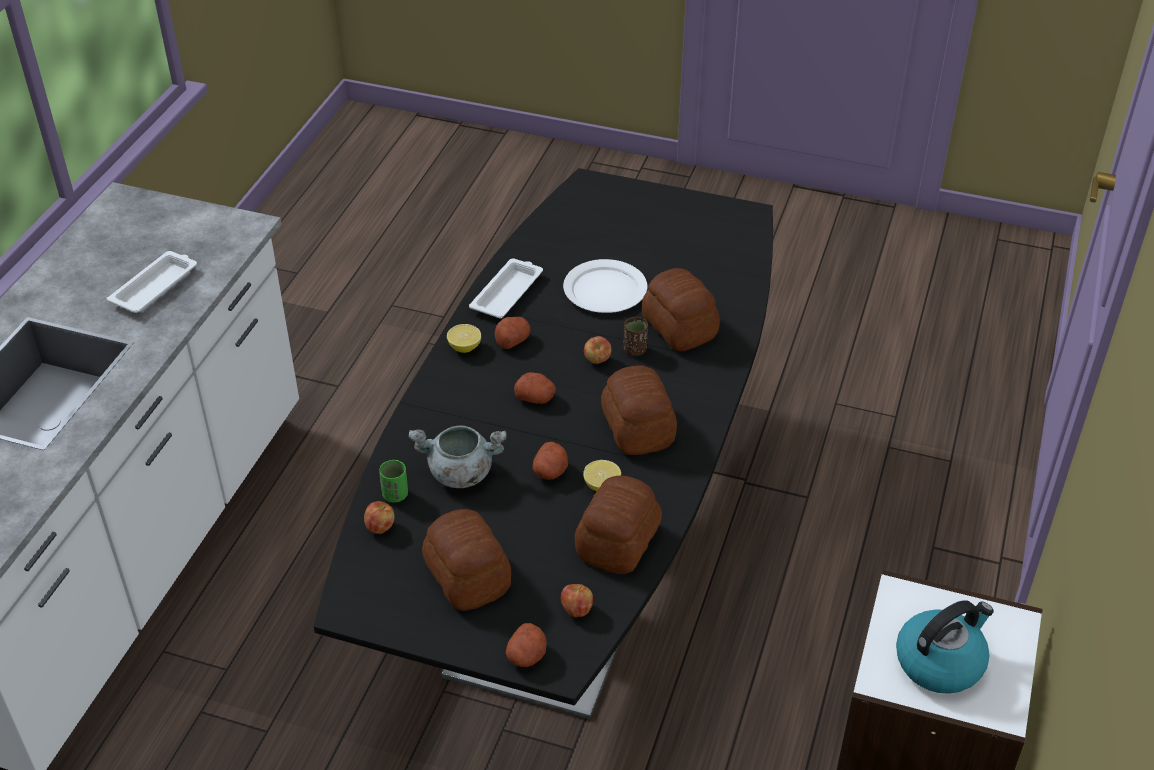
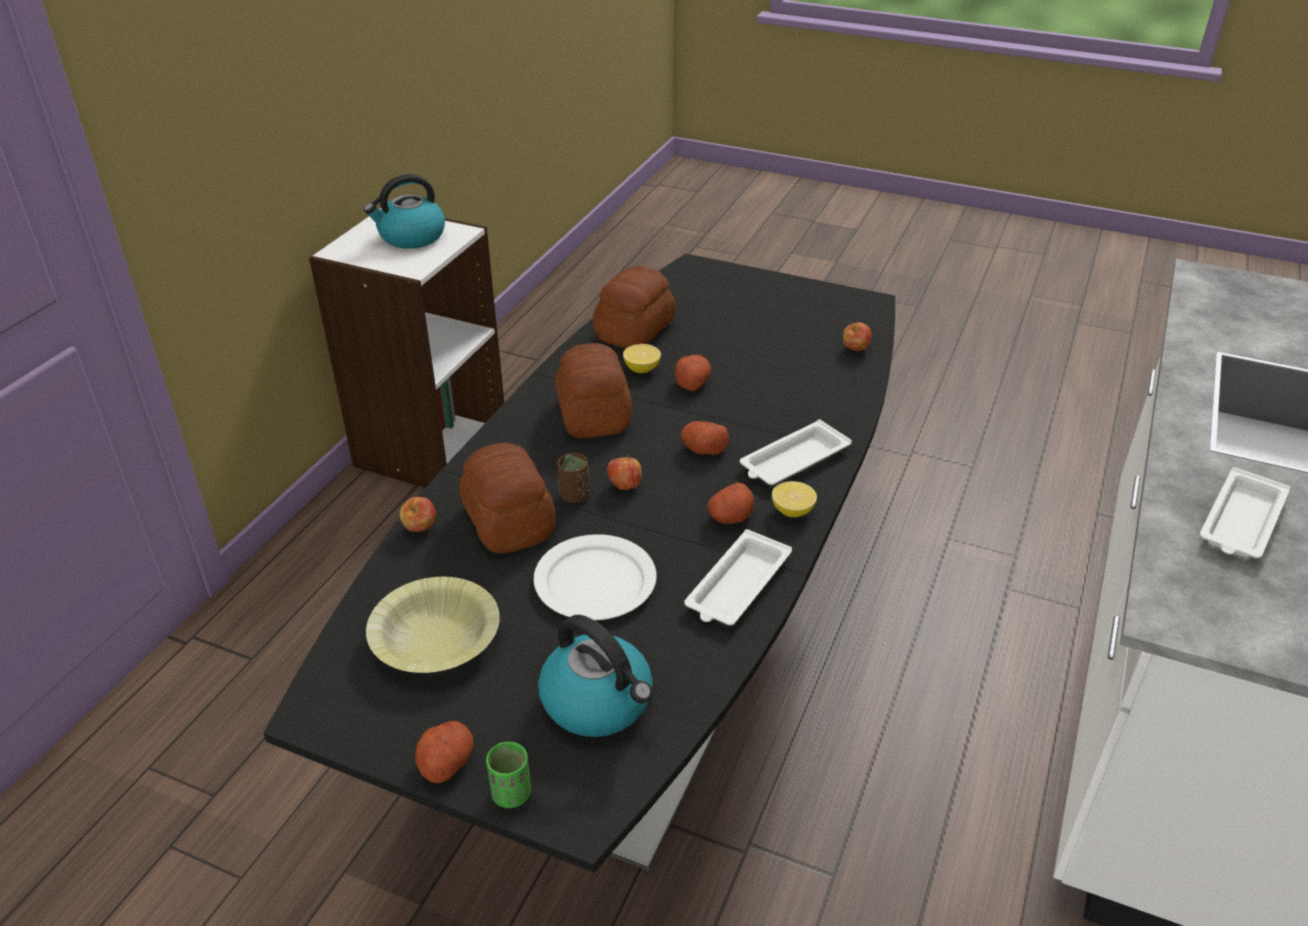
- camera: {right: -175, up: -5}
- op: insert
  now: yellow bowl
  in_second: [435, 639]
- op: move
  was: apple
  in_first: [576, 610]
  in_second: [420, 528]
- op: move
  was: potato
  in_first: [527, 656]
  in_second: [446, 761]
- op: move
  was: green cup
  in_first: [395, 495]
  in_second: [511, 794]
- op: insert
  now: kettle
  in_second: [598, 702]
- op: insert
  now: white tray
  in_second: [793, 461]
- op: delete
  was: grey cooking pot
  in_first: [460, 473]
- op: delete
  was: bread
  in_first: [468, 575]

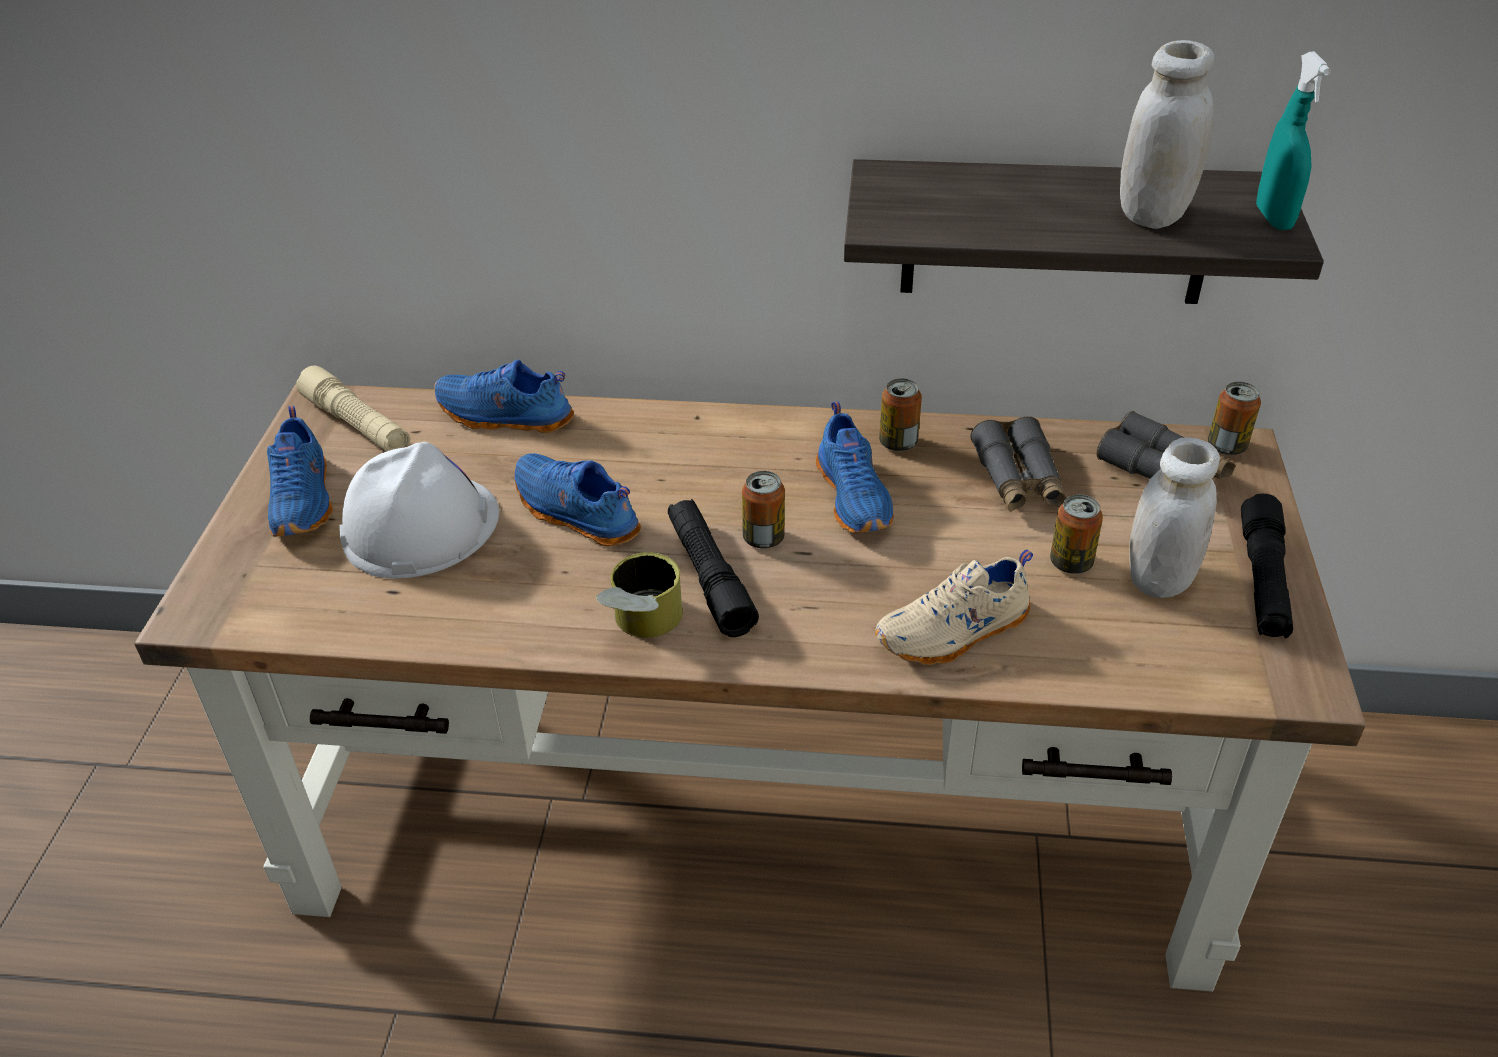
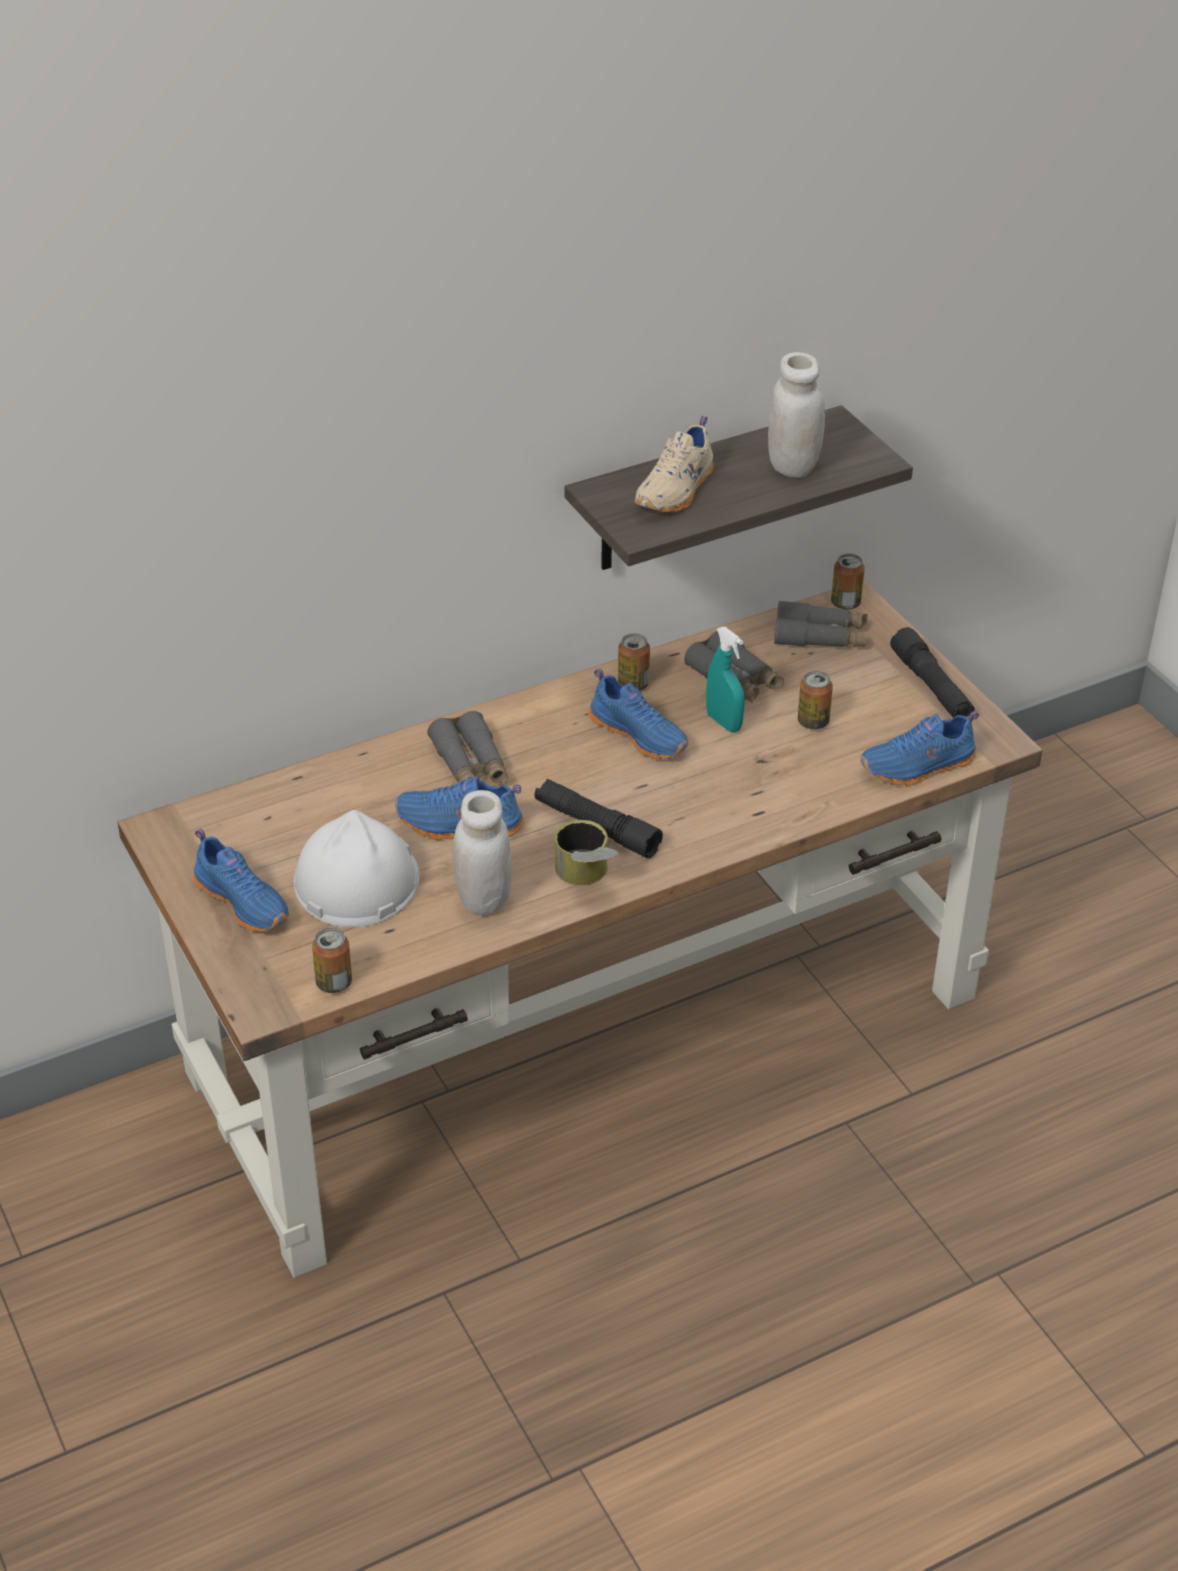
- camera: {right: -35, up: 0}
- op: move
  was: can
  in_first: [763, 538]
  in_second: [334, 983]
- op: insert
  now: grey binoculars
  in_second: [470, 764]
- op: move
  was: white jar
  in_first: [1159, 578]
  in_second: [483, 899]
- op: move
  was: beige shoe
  in_first: [954, 633]
  in_second: [677, 491]
- op: move
  was: turquoise spray bottle
  in_first: [1273, 218]
  in_second: [724, 722]
- op: move
  was: blue shoe
  in_first: [504, 417]
  in_second: [918, 767]
- op: delete
  was: beige flashlight
  in_first: [357, 425]

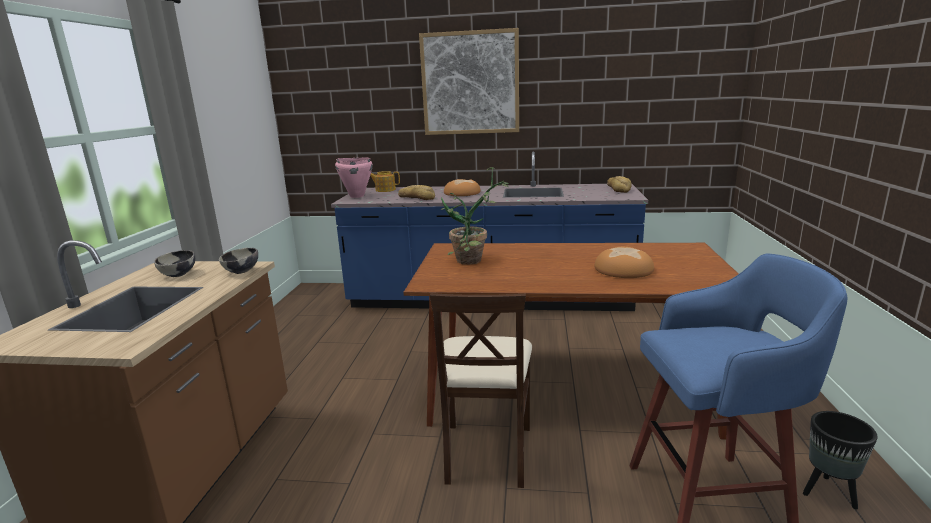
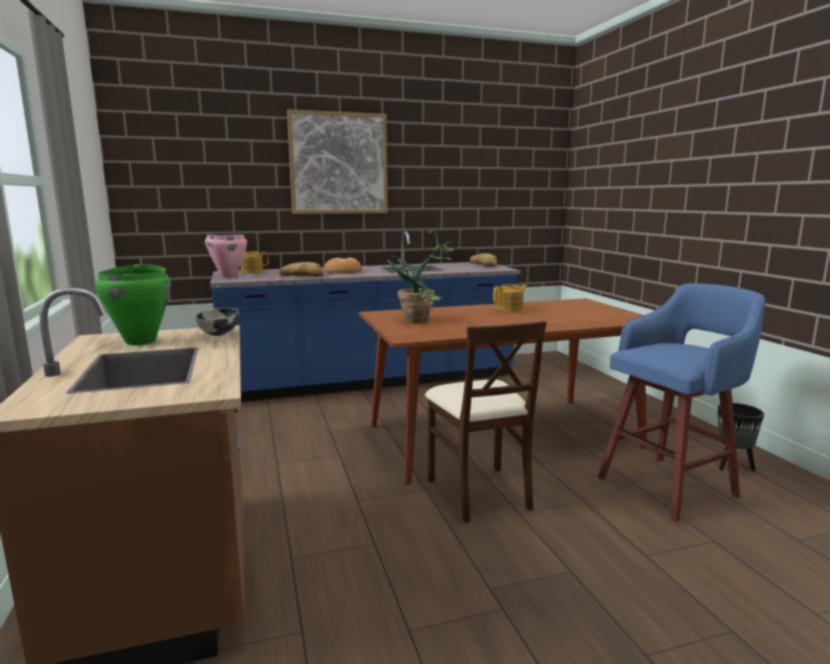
- camera: {right: -25, up: -5}
- op: replace
  was: bowl
  now: green cooking pot
  in_first: [179, 274]
  in_second: [141, 341]
- op: insert
  now: teapot
  in_second: [510, 309]
- op: delete
  was: bread
  in_first: [623, 269]

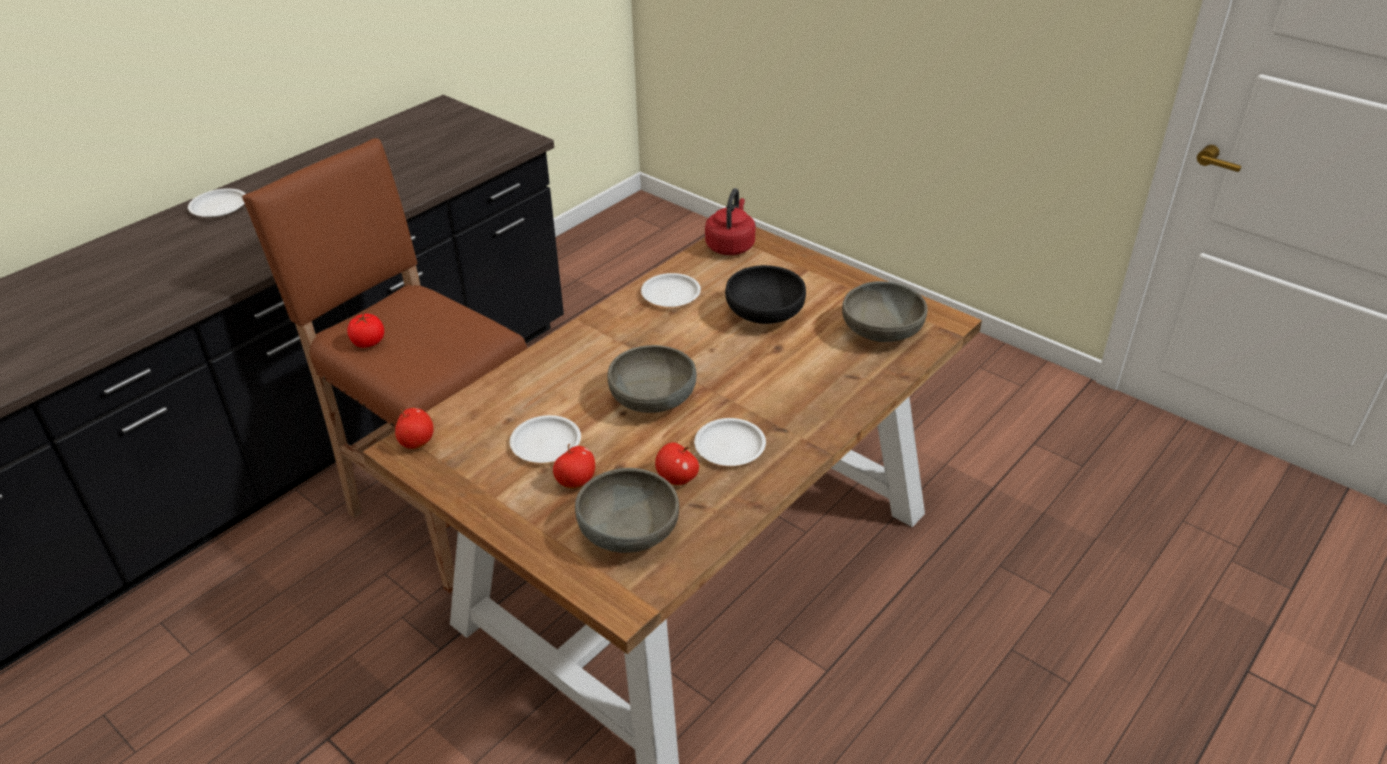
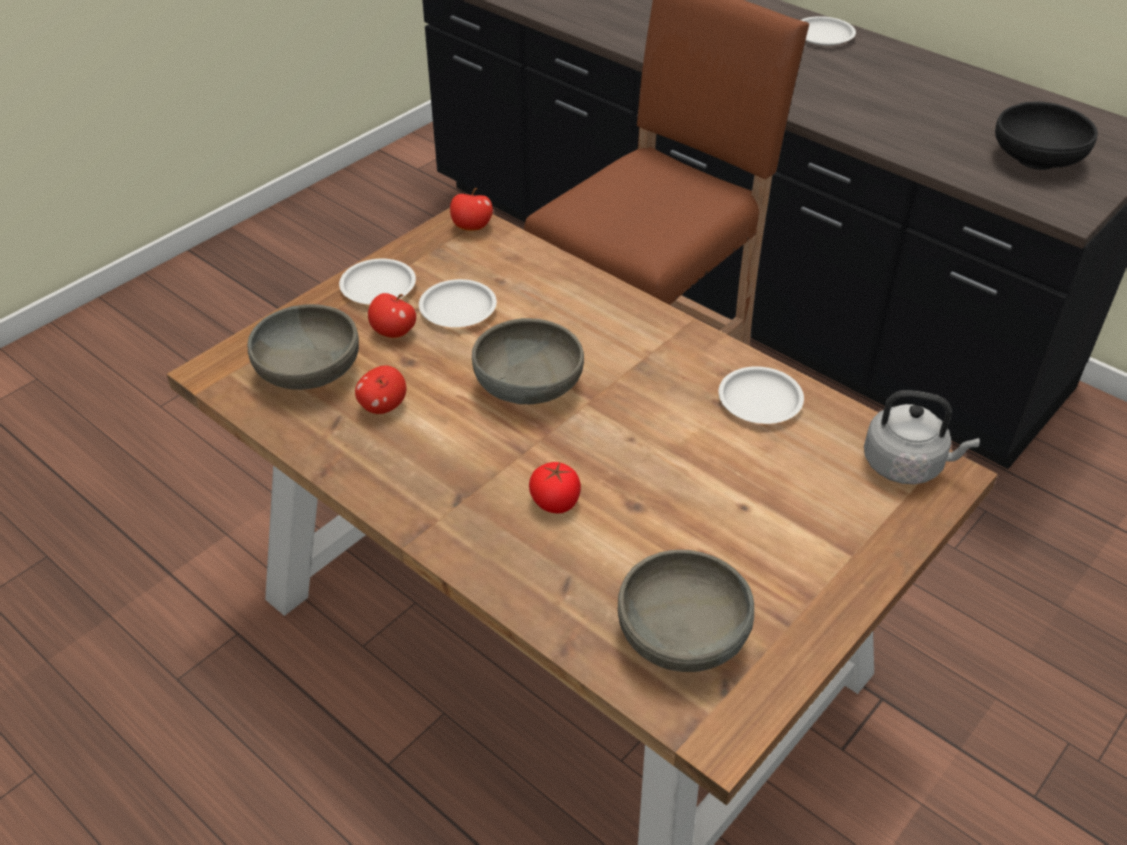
- camera: {right: 90, up: 5}
- op: move
  was: white plate
  in_first: [730, 446]
  in_second: [378, 287]
- op: move
  was: tomato
  in_first: [368, 343]
  in_second: [555, 502]
- op: recolor
  was: red kettle
  now: grey kettle
  in_first: [731, 245]
  in_second: [907, 465]
- op: move
  was: black bowl
  in_first: [765, 314]
  in_second: [1037, 159]

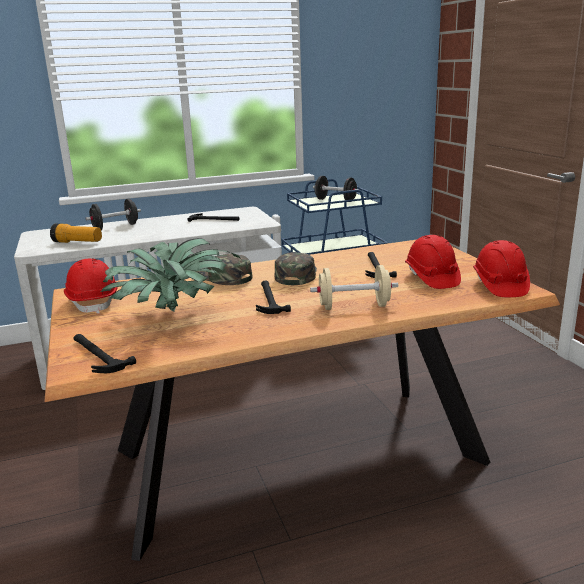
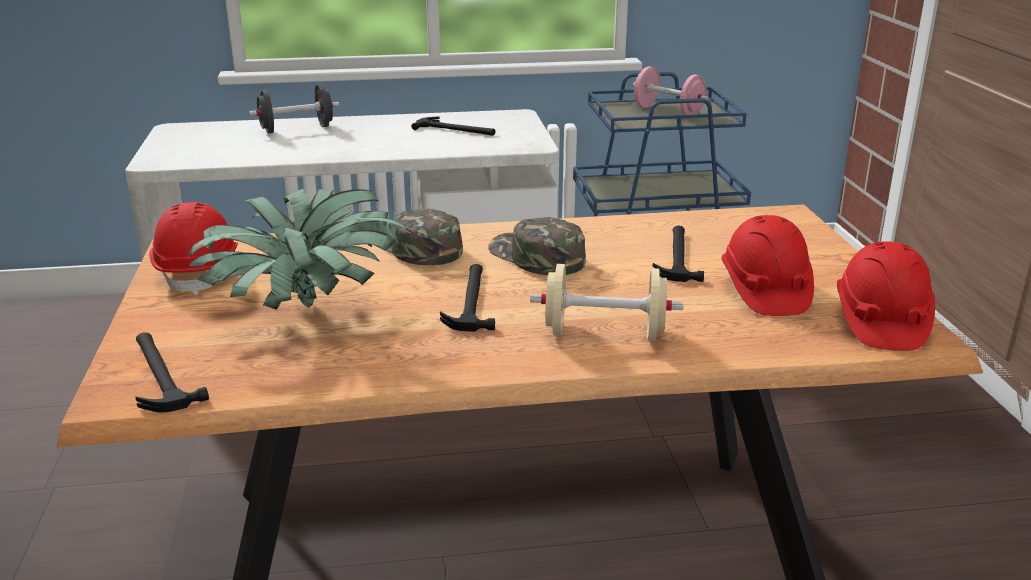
- camera: {right: 10, up: 5}
- op: rotate
  was: green cap
  in_first: [296, 275]
  in_second: [536, 257]
  clockwise: -60
- op: recolor
  was: black dumbbell
  now: pink dumbbell
  in_first: [335, 200]
  in_second: [668, 111]
- op: delete
  was: flashlight
  in_first: [77, 242]

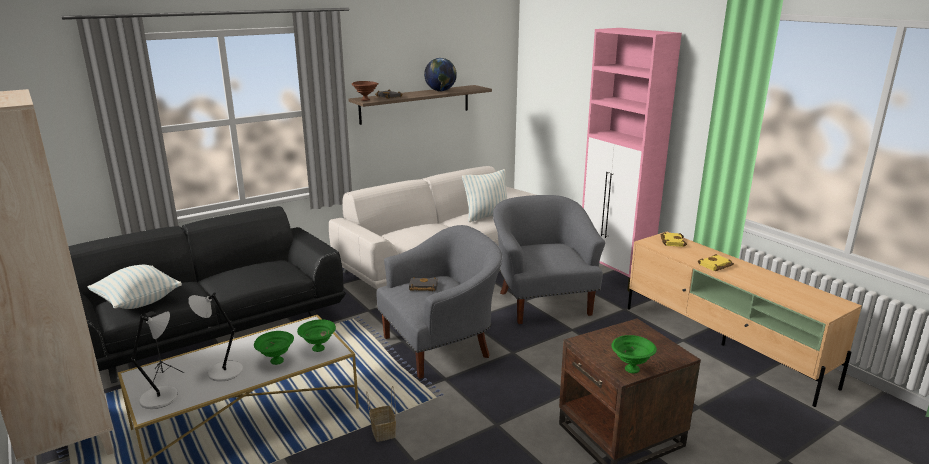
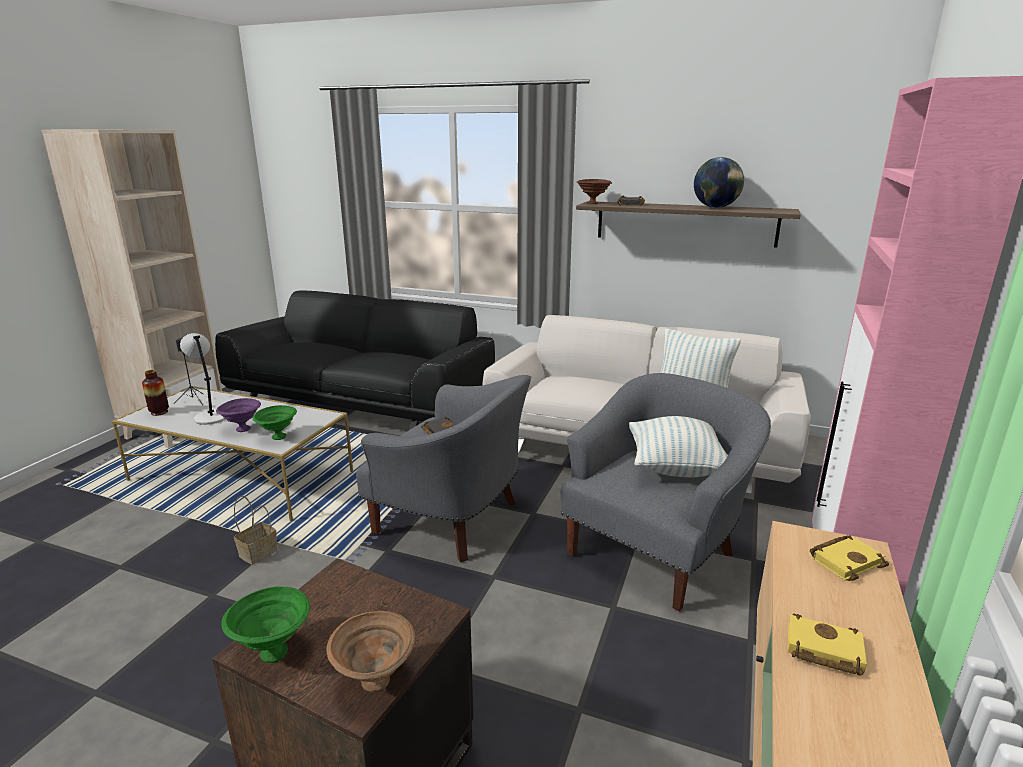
- camera: {right: 55, up: 0}
- op: replace
  was: grey table lamp
  now: vase
  in_first: [161, 397]
  in_second: [159, 412]
- op: recolor
  was: green bowl
  now: purple bowl
  in_first: [276, 361]
  in_second: [242, 429]
- op: insert
  now: brown bowl
  in_second: [376, 683]
- op: move
  was: pillow
  in_first: [138, 302]
  in_second: [675, 467]

